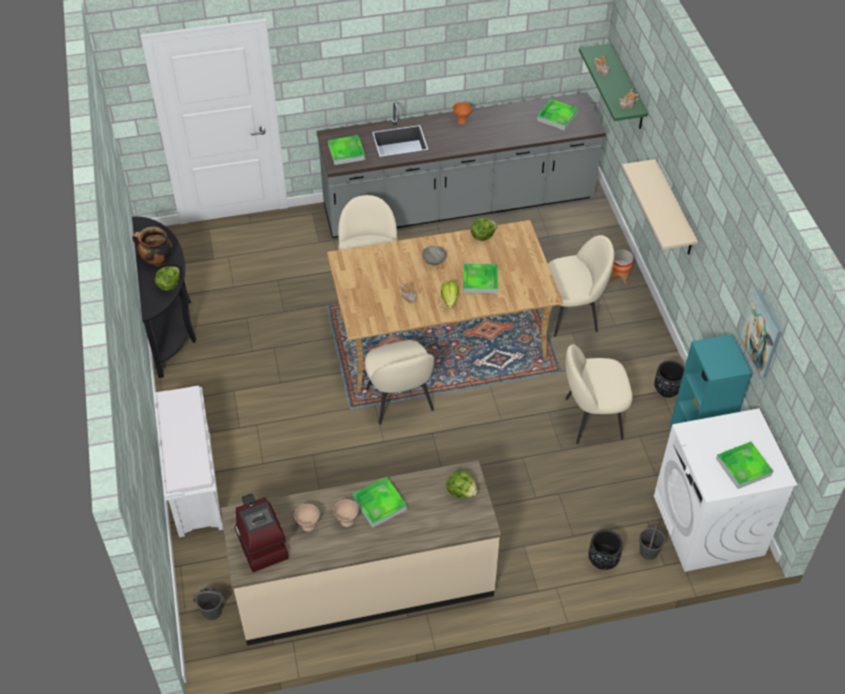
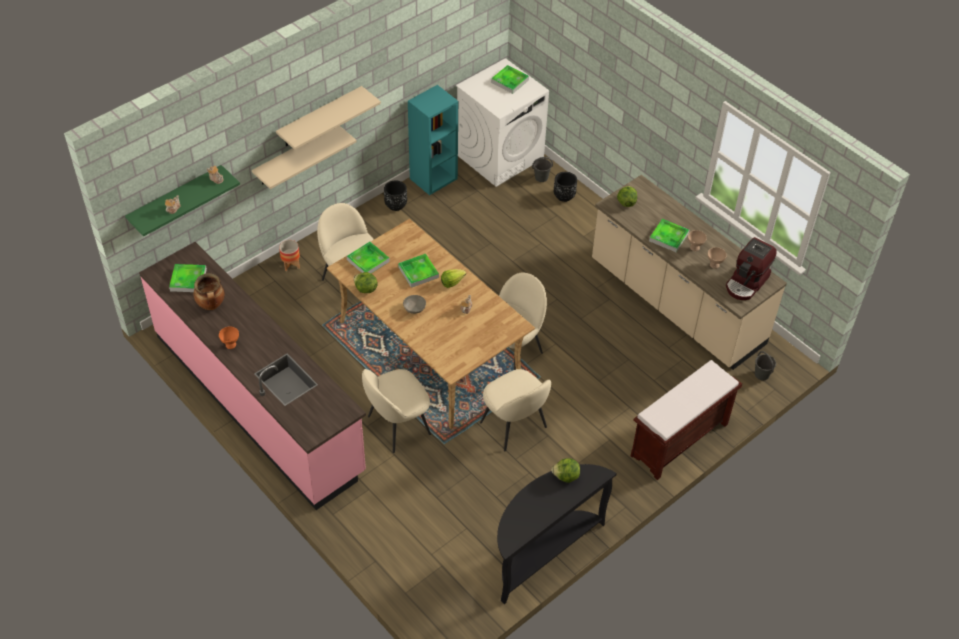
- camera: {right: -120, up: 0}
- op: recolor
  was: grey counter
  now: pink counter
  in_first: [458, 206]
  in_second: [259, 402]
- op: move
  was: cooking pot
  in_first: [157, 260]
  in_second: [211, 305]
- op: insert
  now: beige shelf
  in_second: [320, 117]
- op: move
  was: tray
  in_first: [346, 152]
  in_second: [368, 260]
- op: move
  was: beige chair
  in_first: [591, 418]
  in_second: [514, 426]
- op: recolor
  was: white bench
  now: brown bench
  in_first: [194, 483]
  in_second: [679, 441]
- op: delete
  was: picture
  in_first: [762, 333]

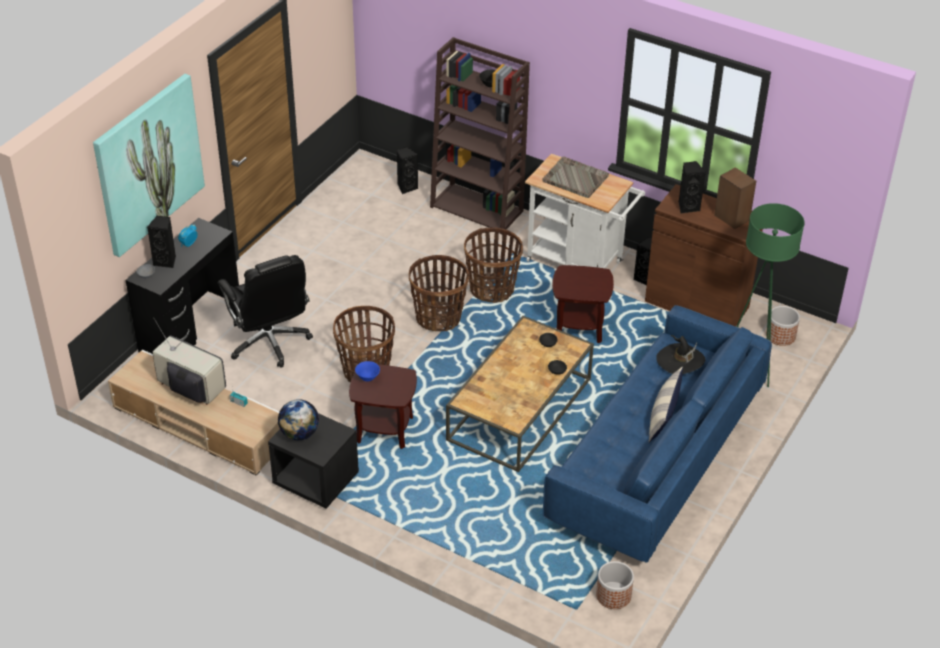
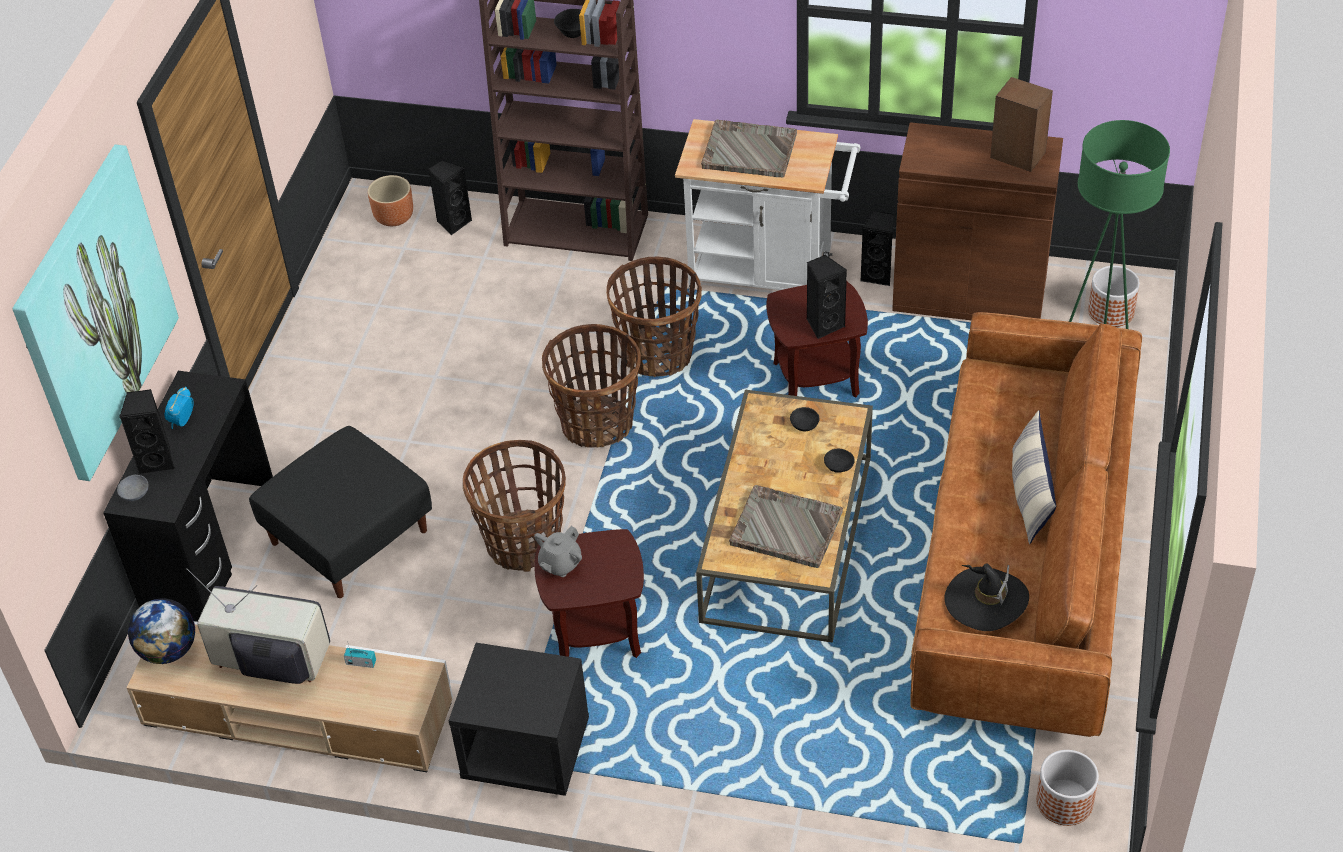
- camera: {right: -15, up: 5}
- op: move
  was: globe
  in_first: [299, 434]
  in_second: [168, 651]
- op: replace
  was: black office chair
  now: black ottoman
  in_first: [269, 342]
  in_second: [349, 537]
- op: insert
  now: brown planter
  in_second: [394, 217]
- op: replace
  was: blue bowl
  now: grey teapot
  in_first: [368, 378]
  in_second: [560, 564]
- op: insert
  now: grey tray
  in_second: [785, 528]
- op: move
  was: black speaker
  in_first: [688, 207]
  in_second: [824, 324]
- op: recolor
  was: blue sofa
  now: brown sofa
  in_first: [655, 459]
  in_second: [1023, 559]
- op: move
  was: black hat
  in_first: [680, 361]
  in_second: [986, 601]

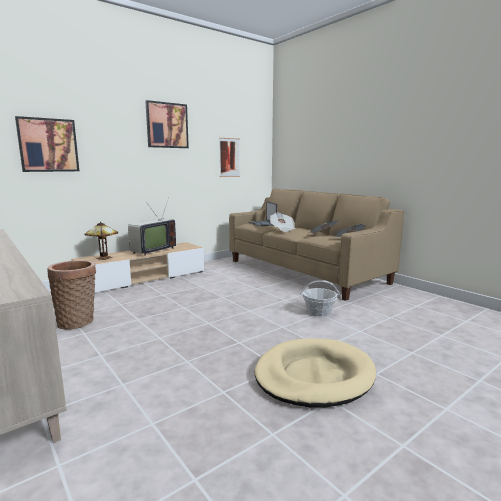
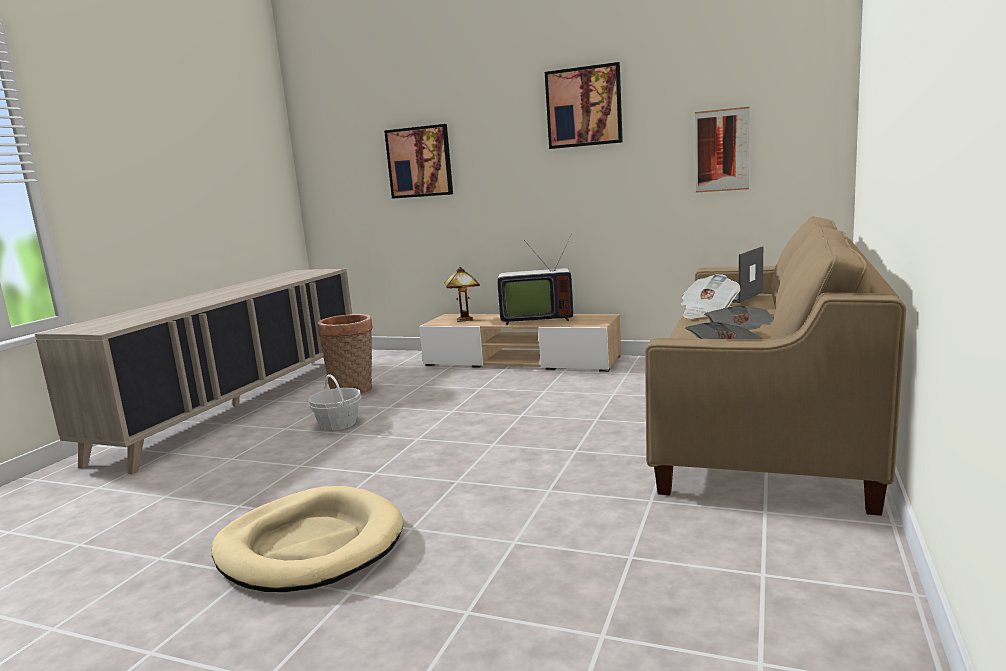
- camera: {right: 60, up: 0}
- op: move
  was: basket
  in_first: [319, 312]
  in_second: [338, 424]

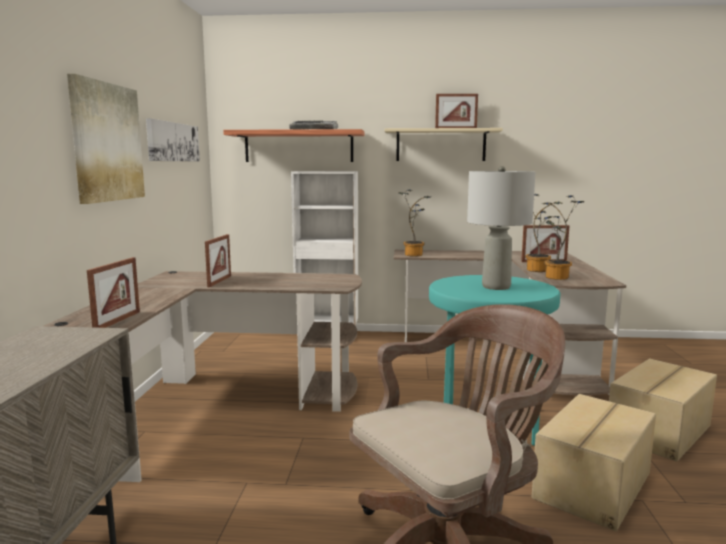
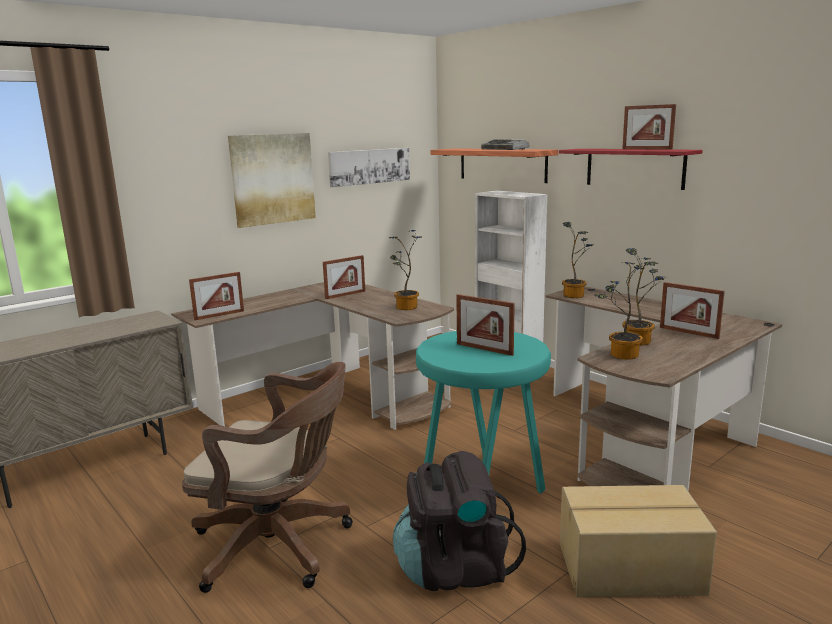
- camera: {right: 45, up: 5}
- op: insert
  now: potted plant
  in_second: [405, 308]
- op: replace
  was: cardboard box
  now: black backpack
  in_first: [594, 486]
  in_second: [454, 568]
- op: replace
  was: grey table lamp
  now: picture frame
  in_first: [496, 287]
  in_second: [484, 349]
- op: recolor
  was: beige shelf
  now: red shelf
  in_first: [440, 145]
  in_second: [634, 168]

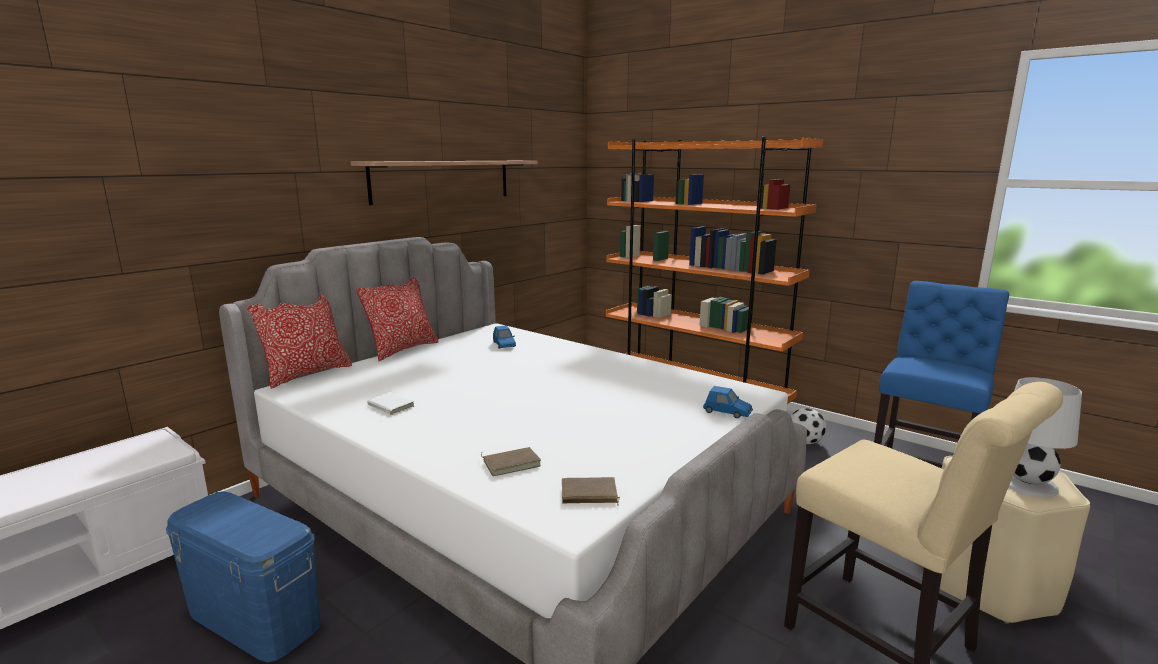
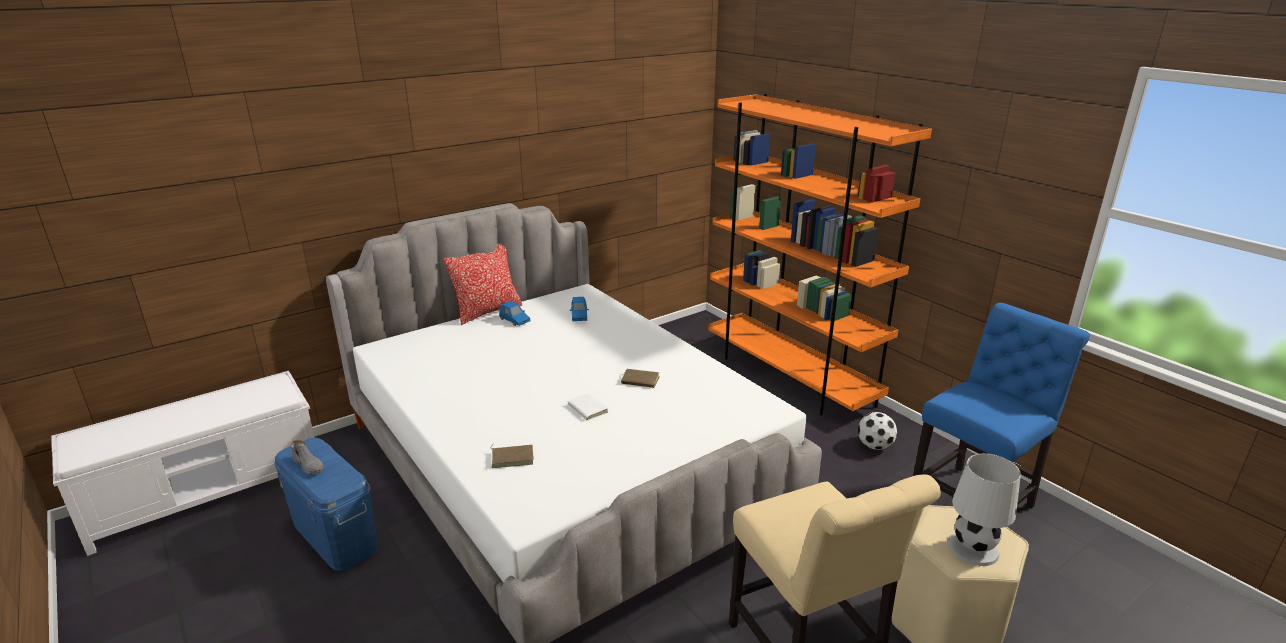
- camera: {right: 15, up: 10}
- op: insert
  now: grey shoe
  in_second: [309, 465]
- op: move
  was: blue toy car
  in_first: [727, 412]
  in_second: [514, 320]
- op: move
  was: white book
  in_first: [389, 406]
  in_second: [586, 409]
- op: move
  was: brown book
  in_first: [589, 495]
  in_second: [640, 381]
- op: delete
  was: pillow
  in_first: [307, 374]
- op: delete
  was: shelf
  in_first: [443, 180]

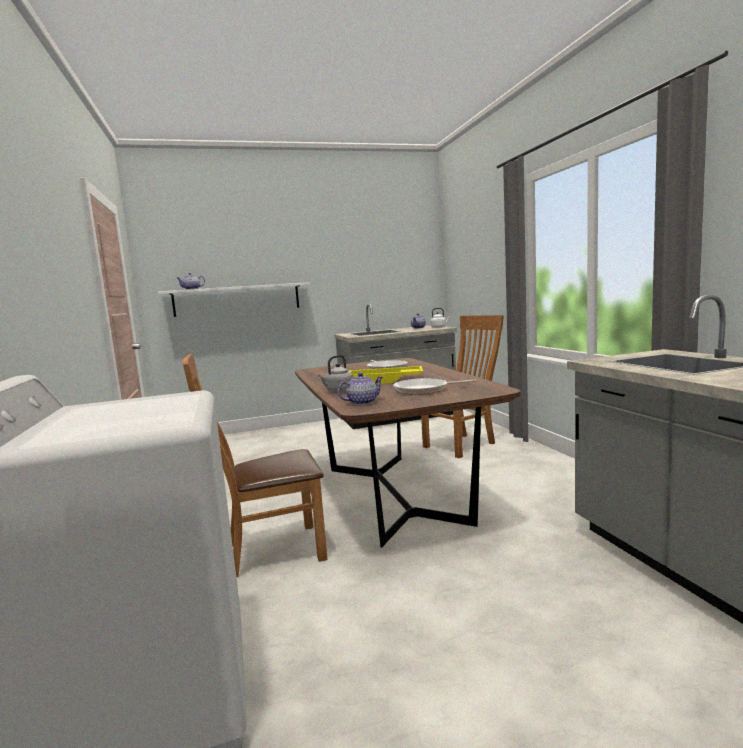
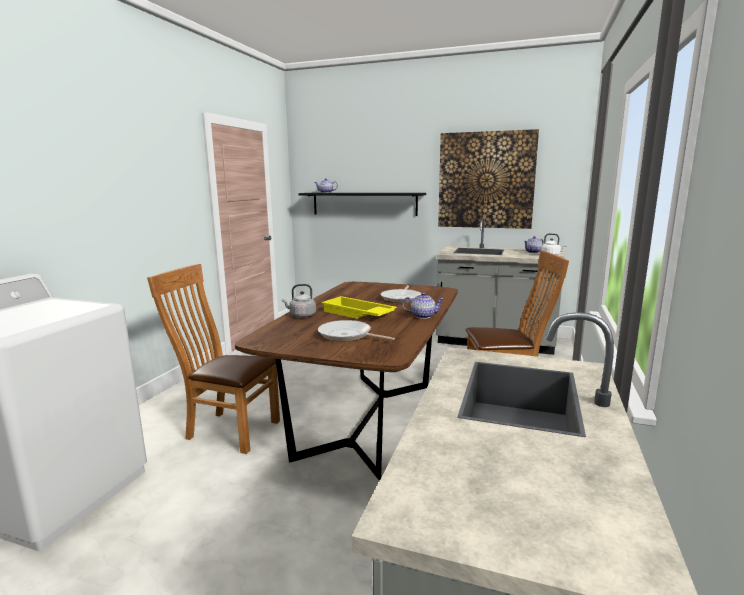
- camera: {right: 35, up: 5}
- op: recolor
  was: white shelf
  now: black shelf
  in_first: [237, 299]
  in_second: [364, 204]
- op: move
  was: teapot
  in_first: [361, 402]
  in_second: [422, 316]
- op: insert
  now: picture
  in_second: [486, 180]

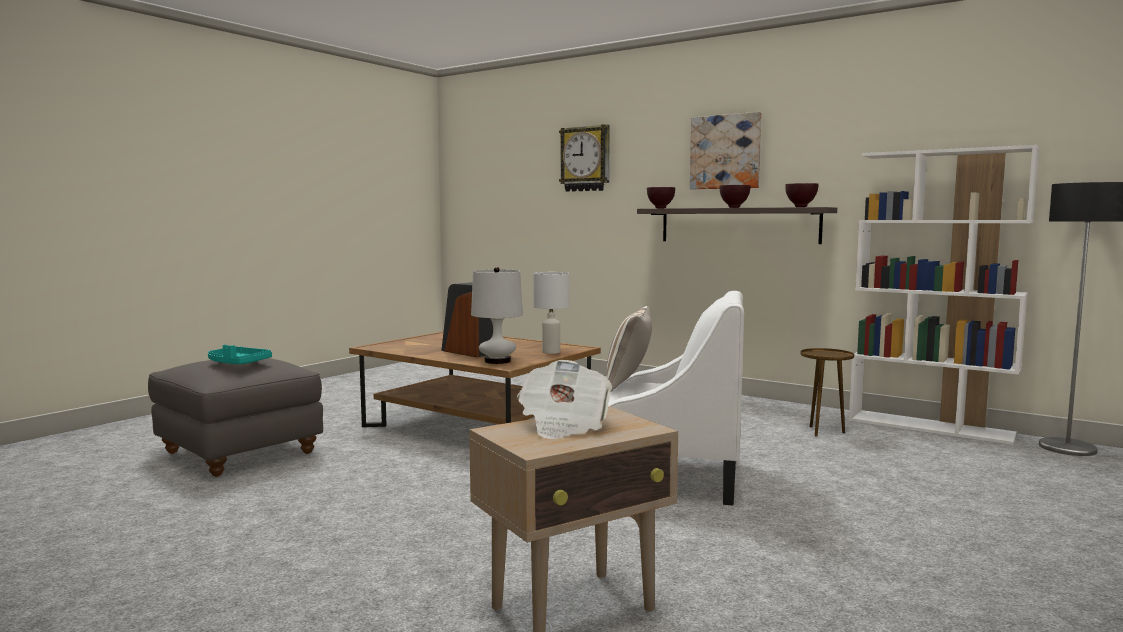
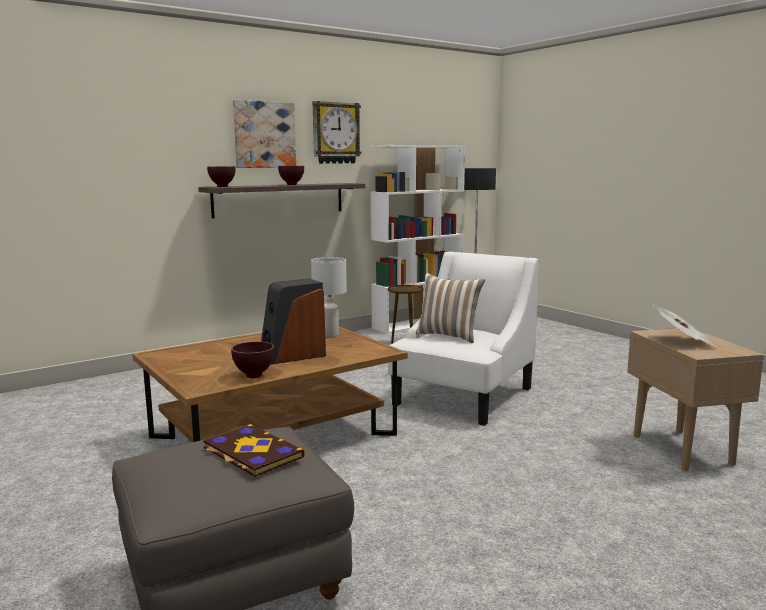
- camera: {right: -70, up: 5}
- op: replace
  was: turquoise tray
  now: book
  in_first: [237, 363]
  in_second: [251, 453]
- op: move
  was: brown bowl
  in_first: [800, 207]
  in_second: [253, 376]
- op: move
  was: wall clock
  in_first: [585, 159]
  in_second: [335, 133]
- op: delete
  was: white table lamp
  in_first: [497, 361]

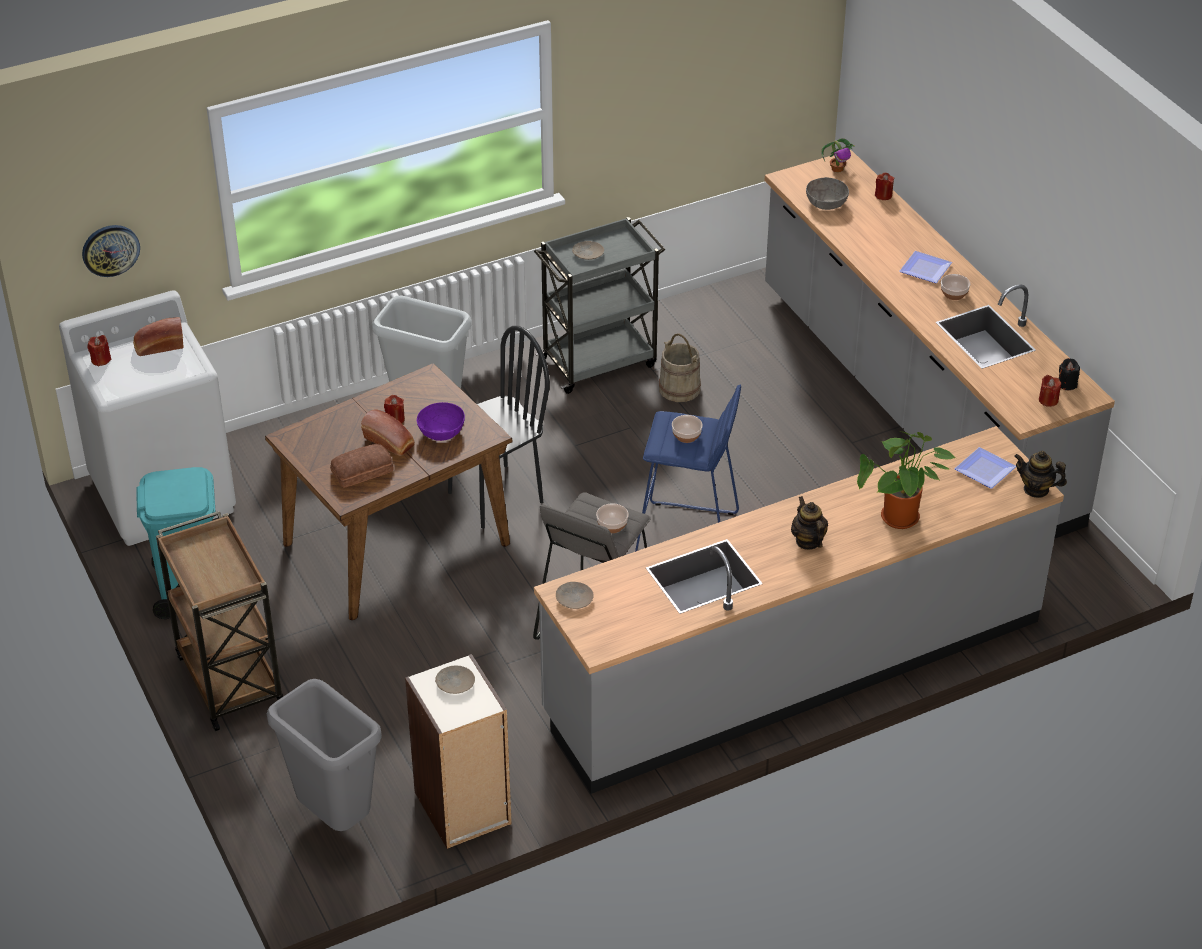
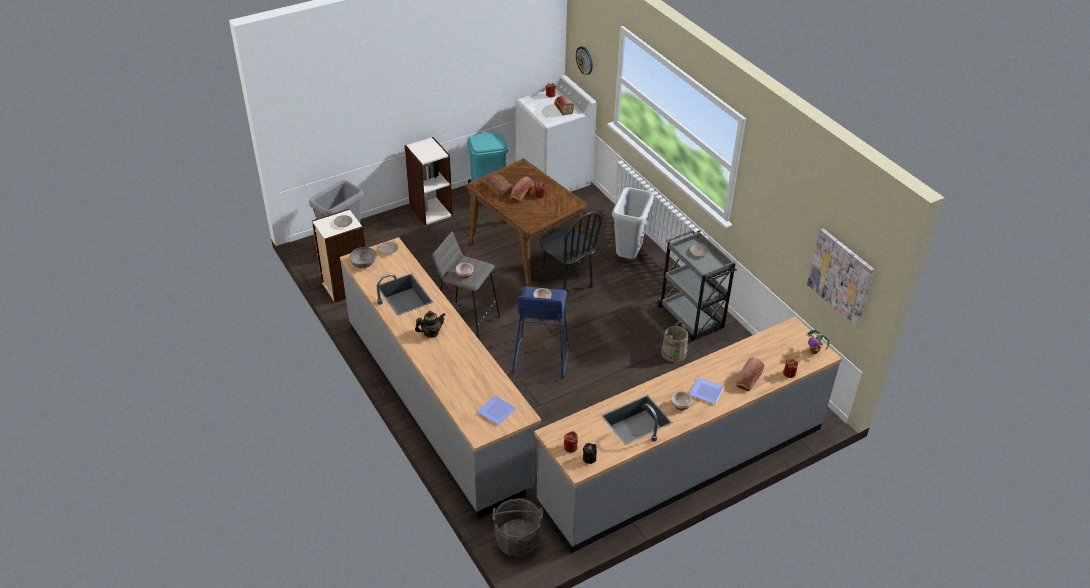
- camera: {right: 85, up: 0}
- op: move
  was: grey bowl
  in_first: [826, 203]
  in_second: [363, 263]
- op: replace
  was: brown cart
  now: bookcase
  in_first: [229, 679]
  in_second: [430, 210]
- op: insert
  now: grey bucket
  in_second: [517, 541]
- op: insert
  now: bread
  in_second: [748, 380]
- op: insert
  now: picture
  in_second: [841, 276]
- op: delete
  was: purple bowl
  in_first: [441, 431]
- op: delete
  was: potted plant
  in_first: [900, 521]
- op: delete
  was: teapot
  in_first: [1036, 489]

